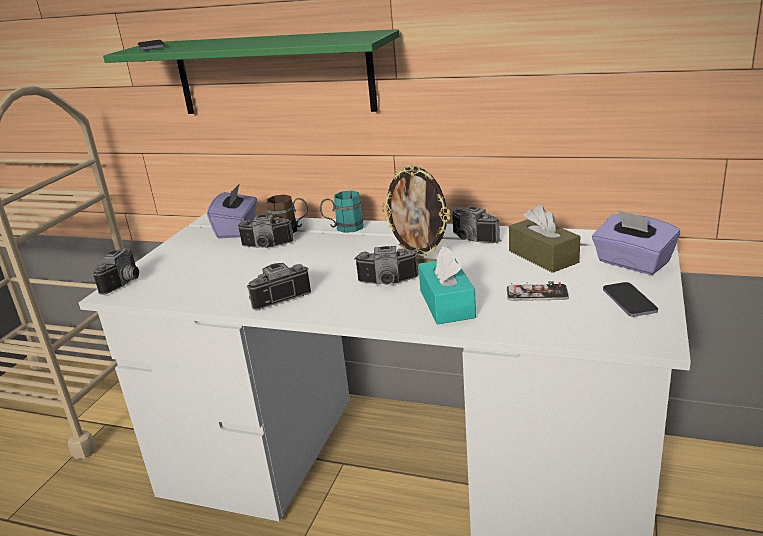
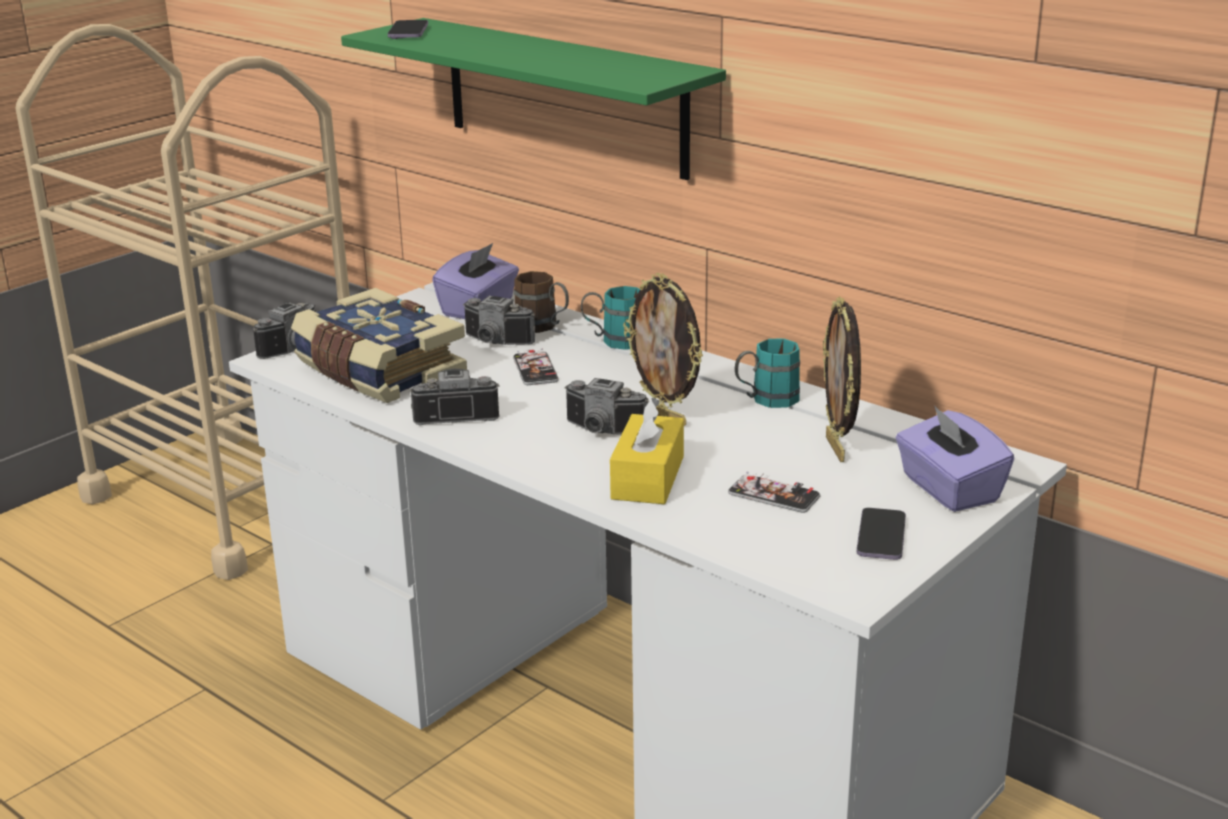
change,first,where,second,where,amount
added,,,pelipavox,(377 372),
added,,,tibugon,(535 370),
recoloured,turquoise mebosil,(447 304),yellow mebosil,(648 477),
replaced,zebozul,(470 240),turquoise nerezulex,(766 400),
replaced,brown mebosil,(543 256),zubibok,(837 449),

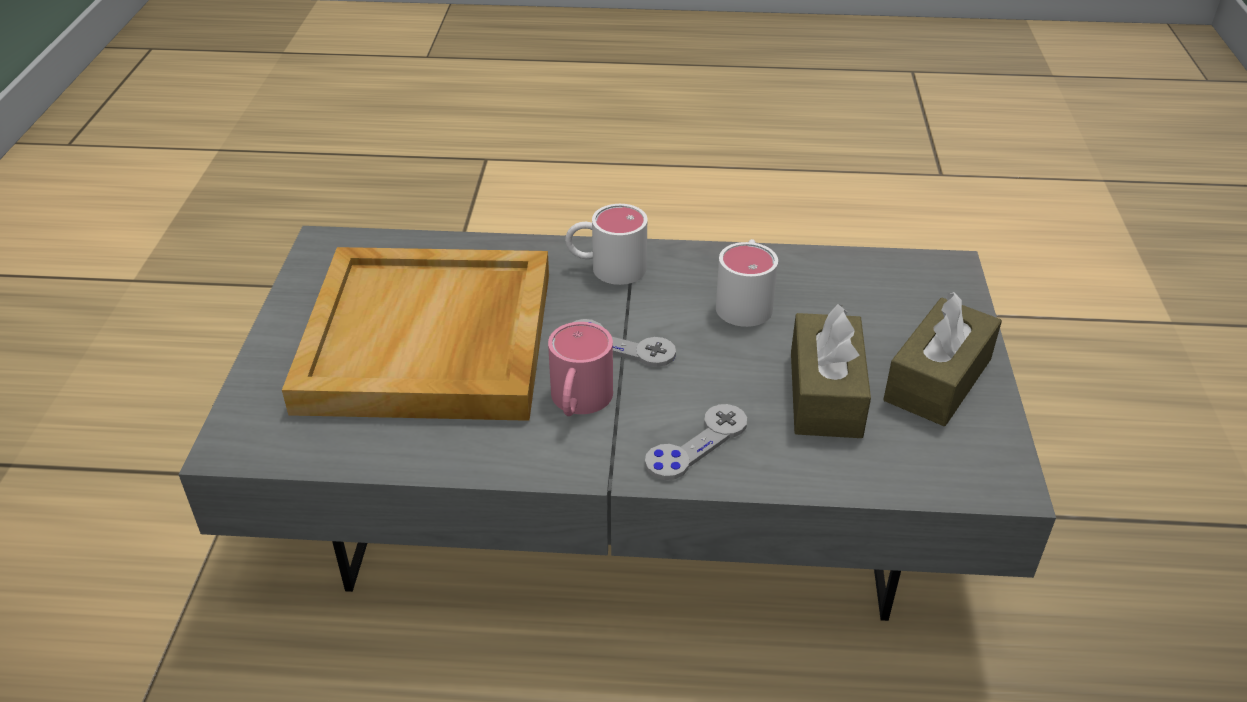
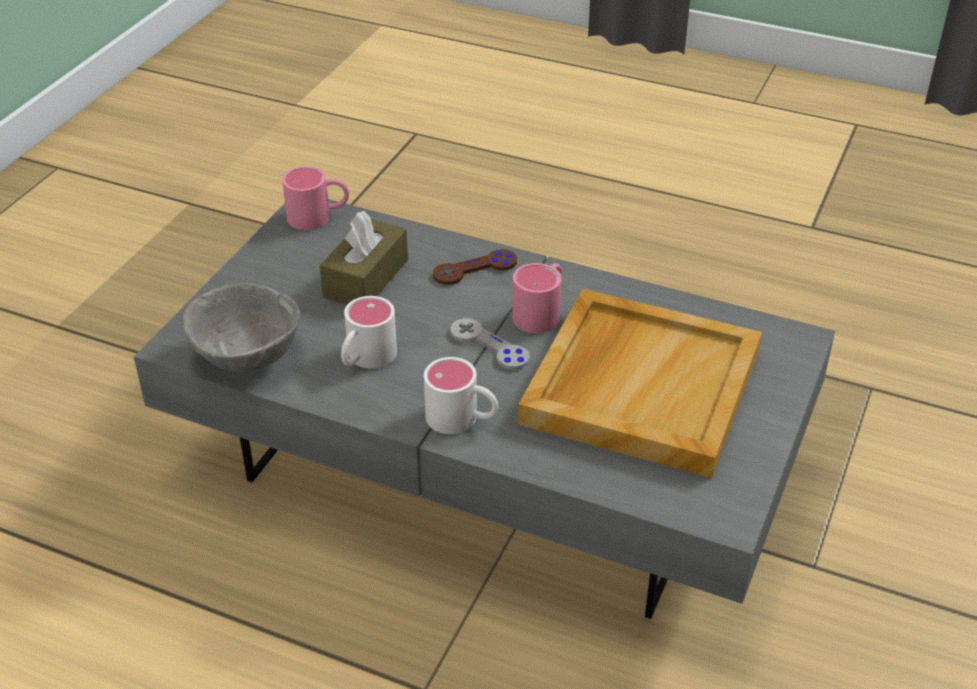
change,first,where,second,where,amount
added,,,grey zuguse,(245 356),
added,,,pink nerezulex,(319 216),
recoloured,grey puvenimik,(696 444),brown puvenimik,(475 269),
removed,brown mebosil,(938 380),,,

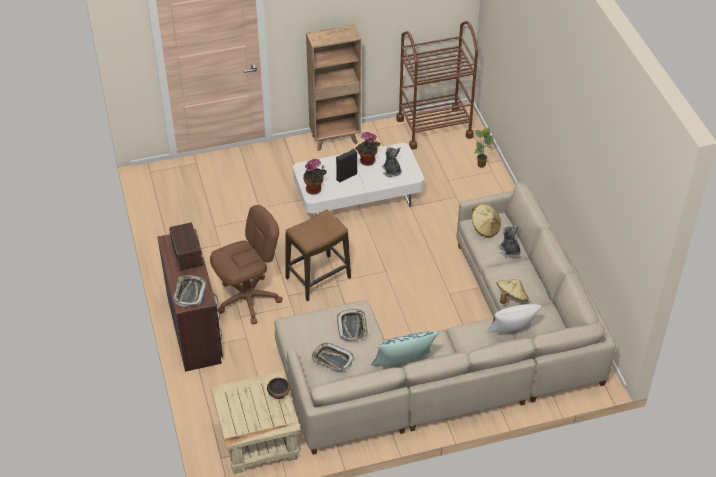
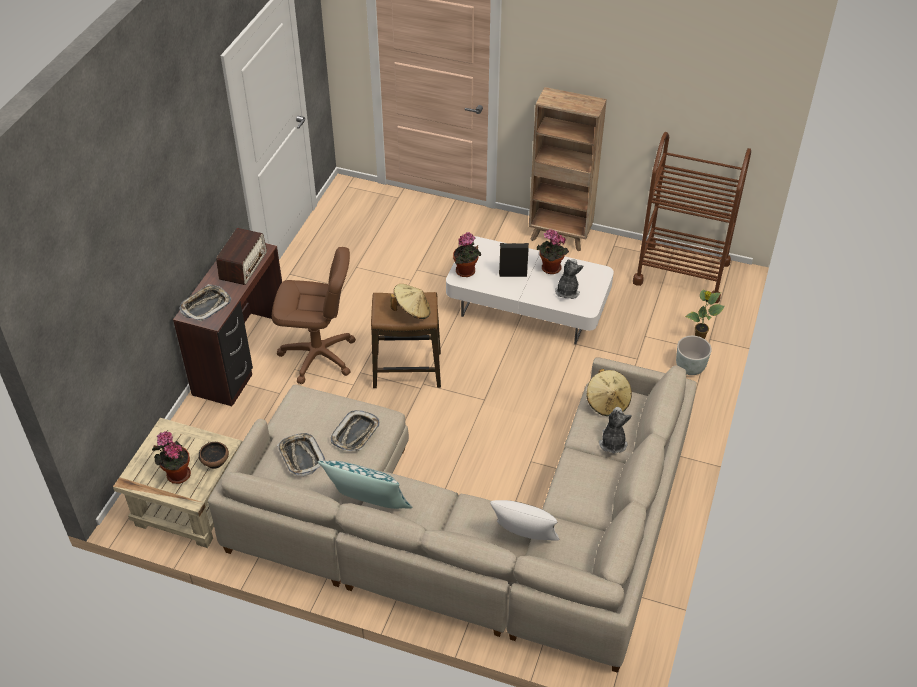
change,first,where,second,where,amount
added,,,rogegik,(176 474),
moved,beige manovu,(511 298),,(412 311),
added,,,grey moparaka,(690 368),

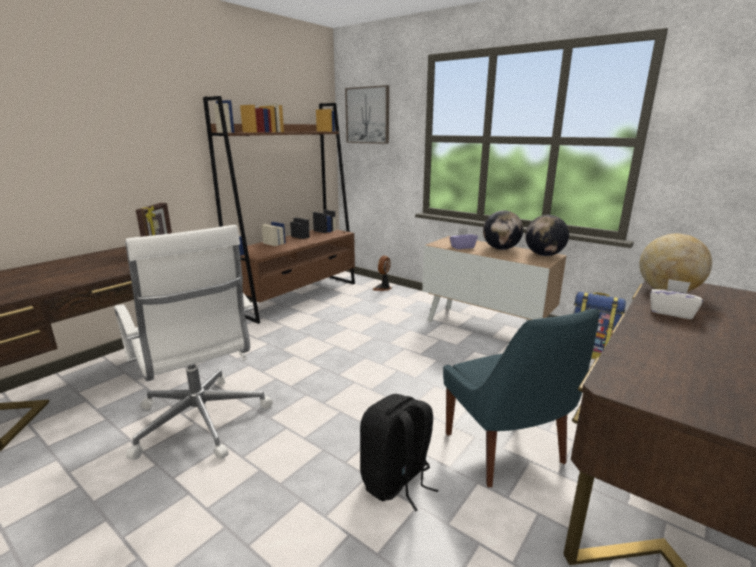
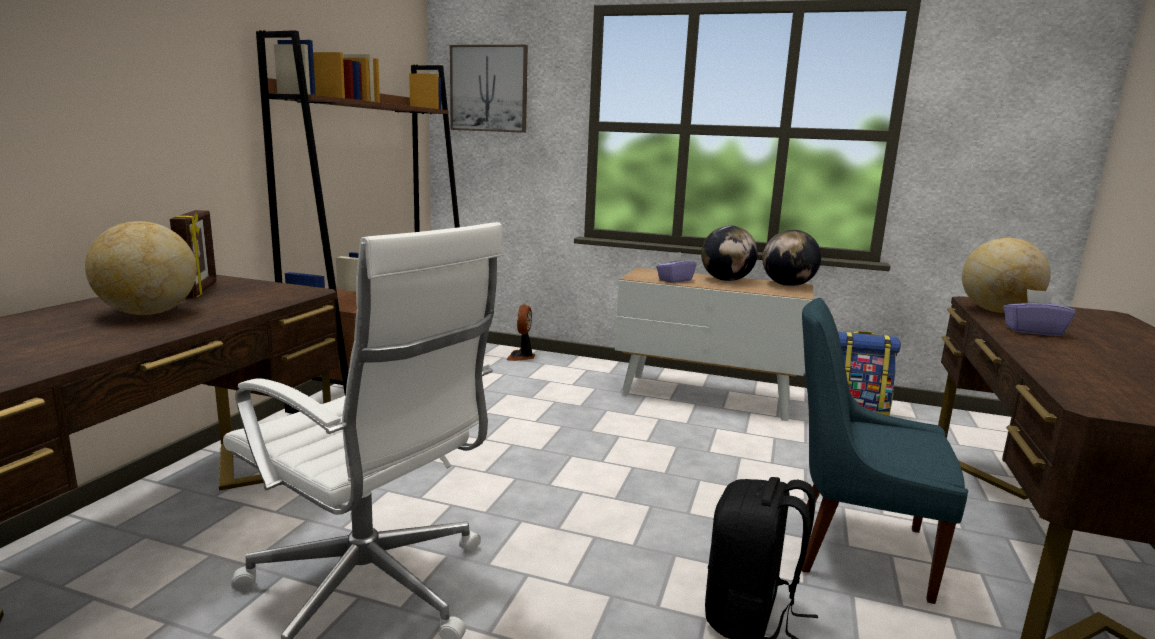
change,first,where,second,where,amount
added,,,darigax,(148 313),
turned,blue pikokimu,(506 451),,(855 548),150 degrees clockwise
recoloured,white mebosil,(671 312),purple mebosil,(1033 331),

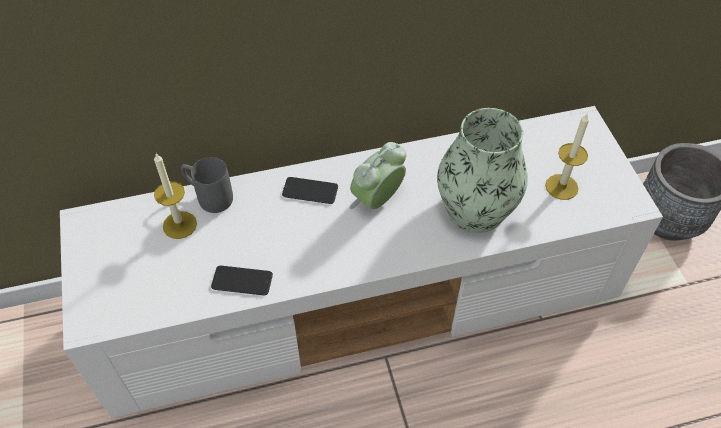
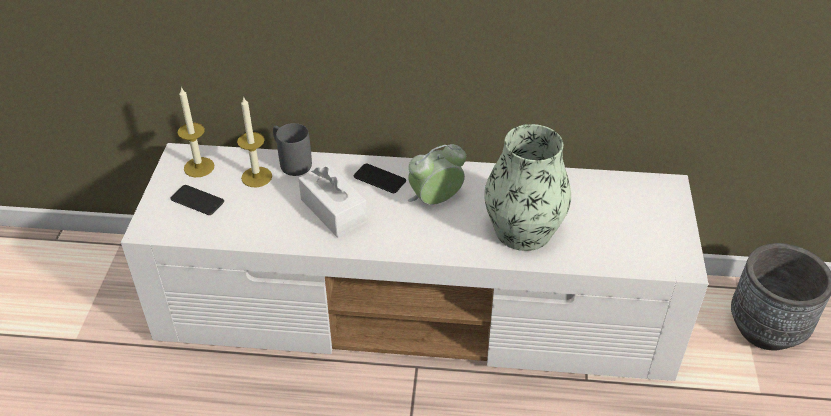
change,first,where,second,where,amount
moved,tibugon,(242 281),,(197 201),
moved,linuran,(561 187),,(199 167),
added,,,white mebosil,(333 210),

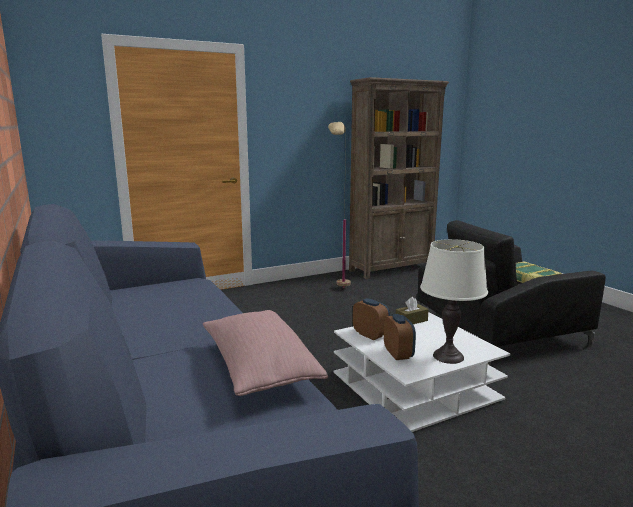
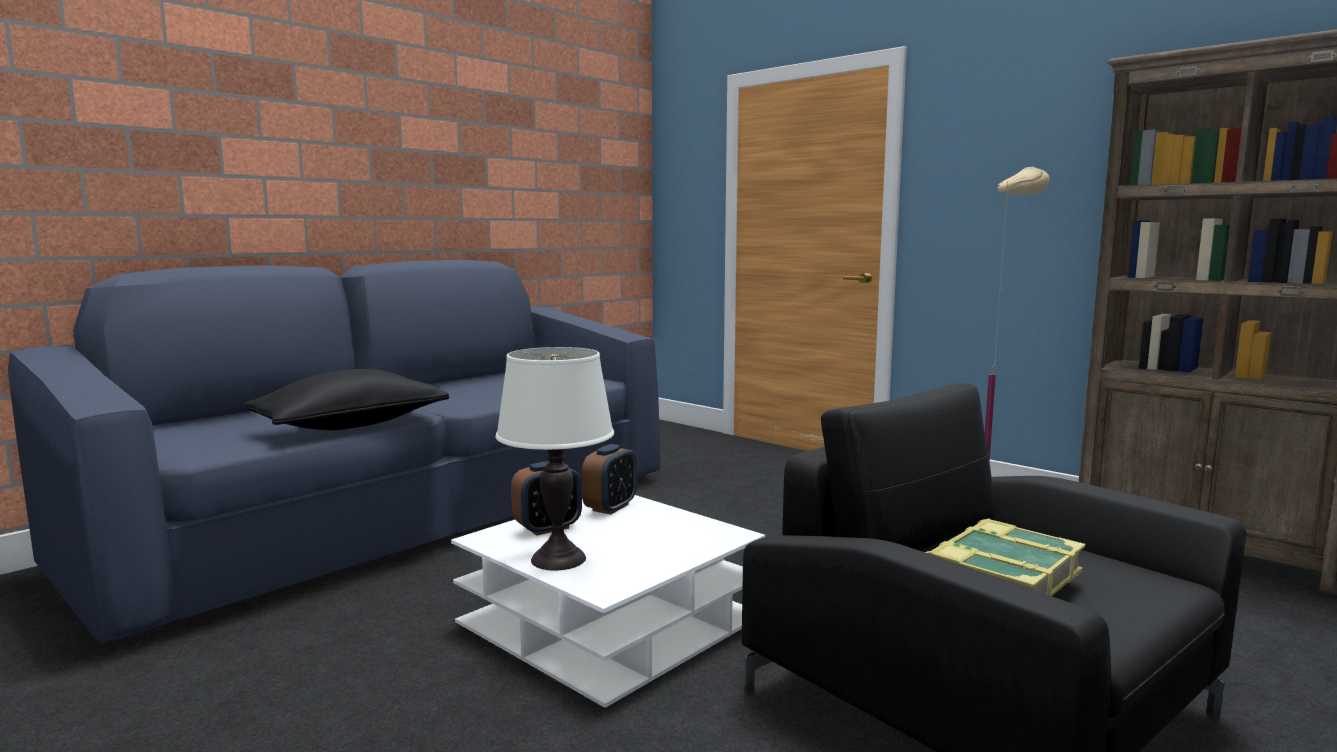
change,first,where,second,where,amount
recoloured,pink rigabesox,(259 368),black rigabesox,(351 425),
removed,brown mebosil,(411 321),,,

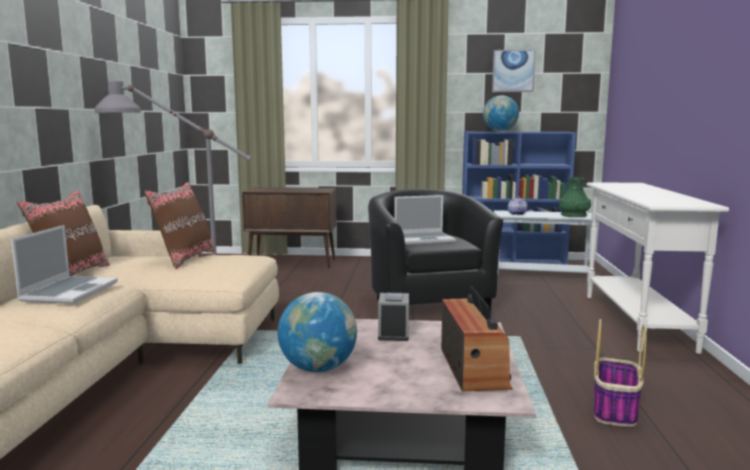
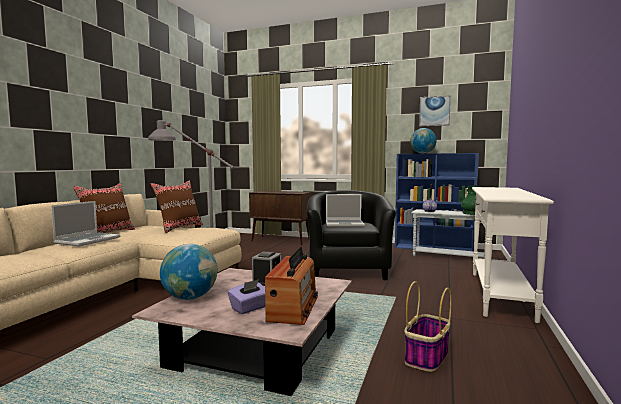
change,first,where,second,where,amount
added,,,purple mebosil,(250 308),

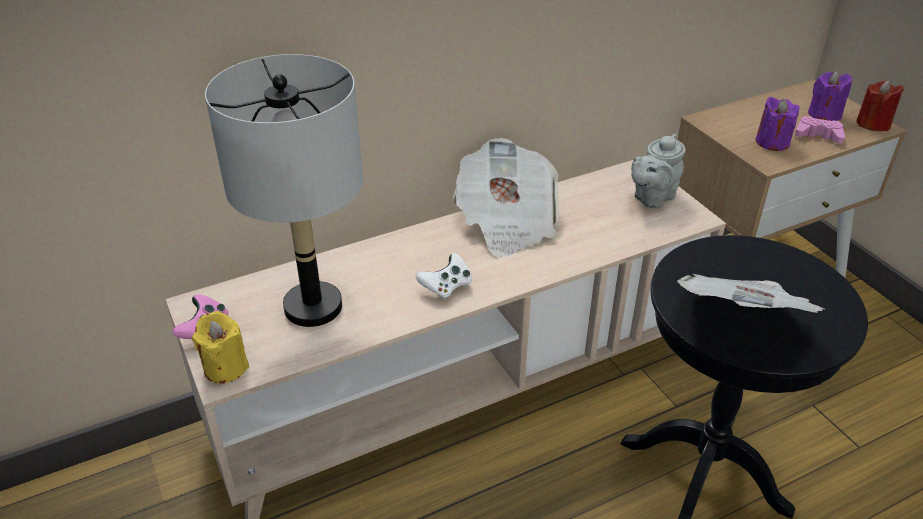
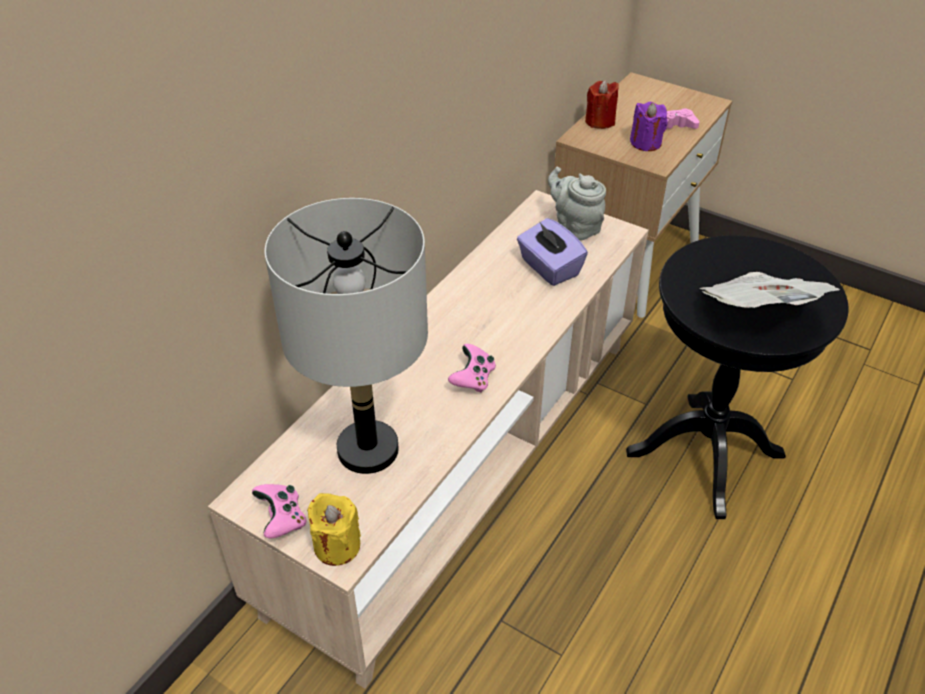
change,first,where,second,where,amount
recoloured,white puvenimik,(446 287),pink puvenimik,(473 379),
added,,,purple mebosil,(549 268),
turned,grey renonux,(652 198),,(575 227),120 degrees clockwise
moved,red linuran,(873 124),,(600 121),
removed,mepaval,(506 222),,,
removed,purple linuran,(824 114),,,

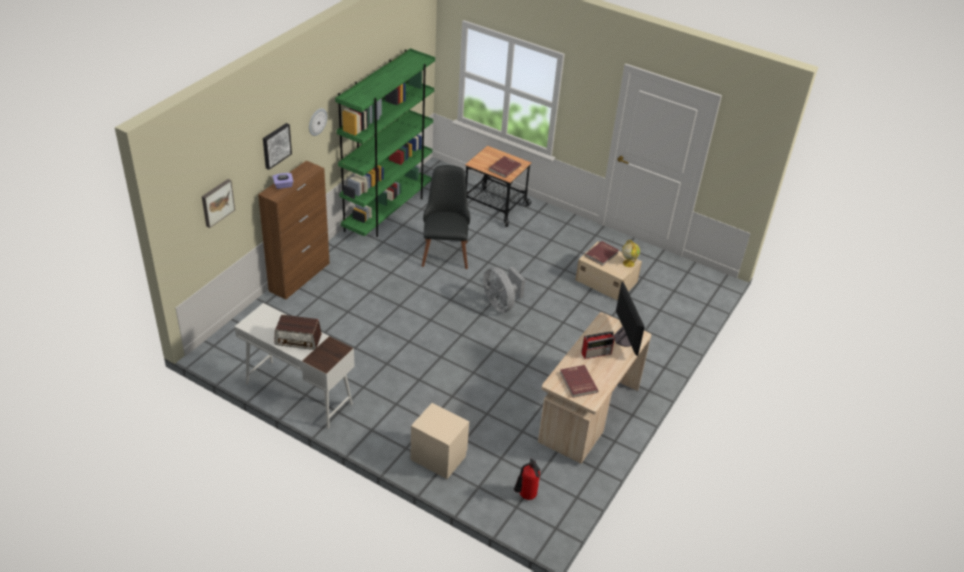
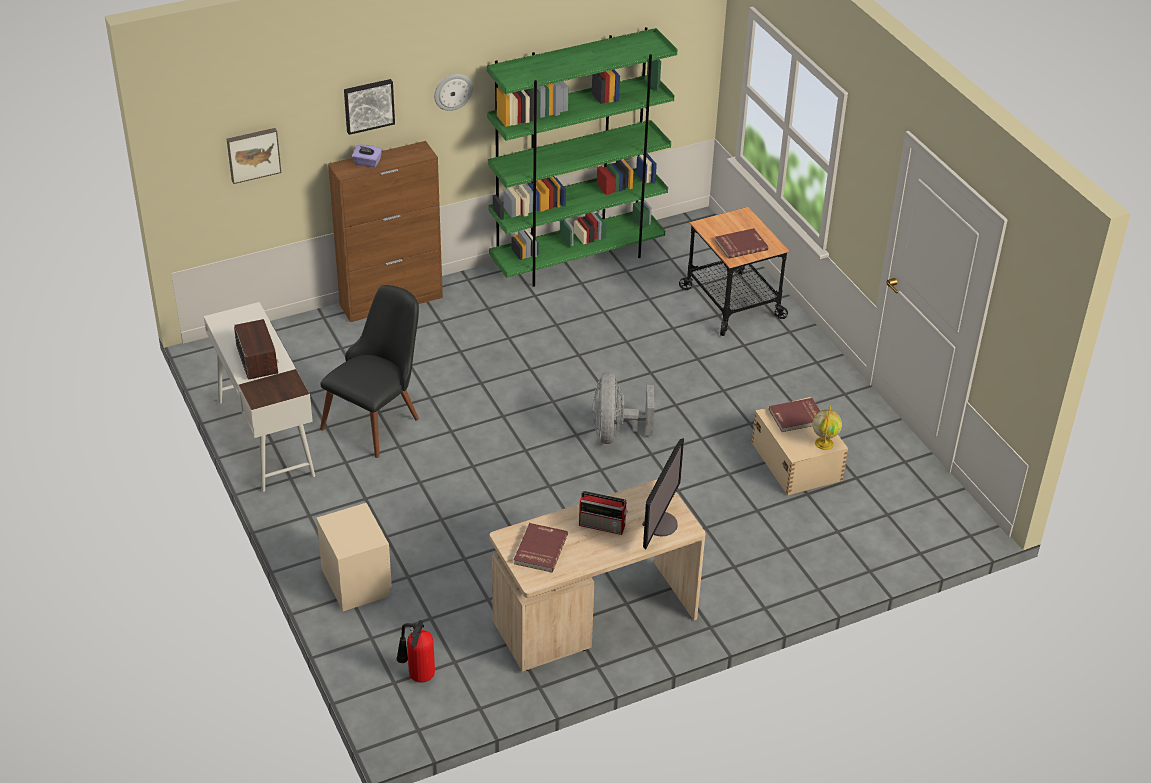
change,first,where,second,where,amount
turned,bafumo,(298 340),,(257 359),150 degrees counterclockwise
moved,black pikokimu,(445 249),,(378 417),

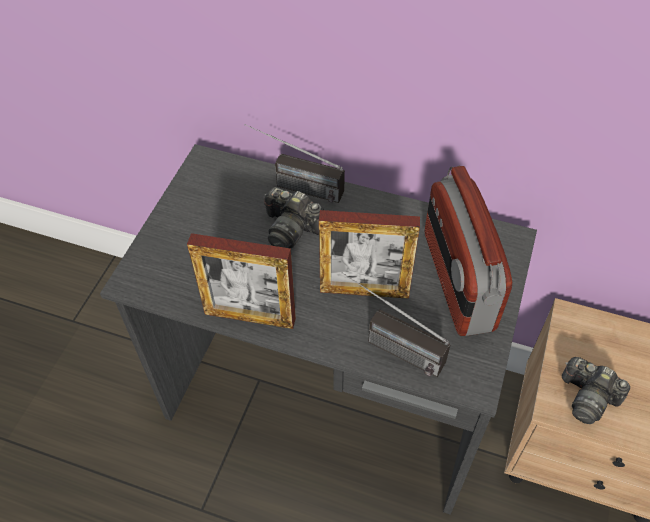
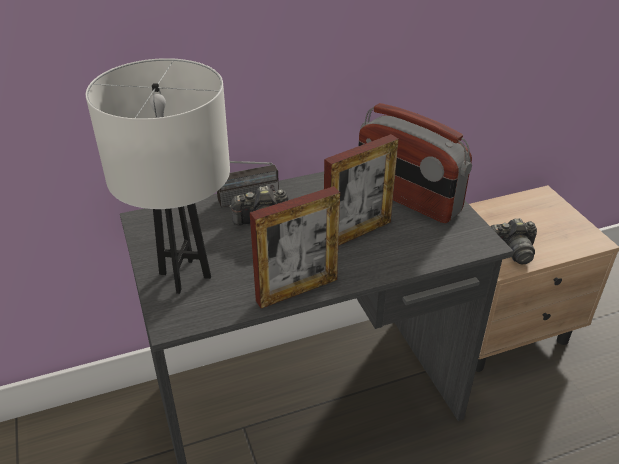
change,first,where,second,where,amount
added,,,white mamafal,(184 275),
removed,bafumo,(386 344),,,

